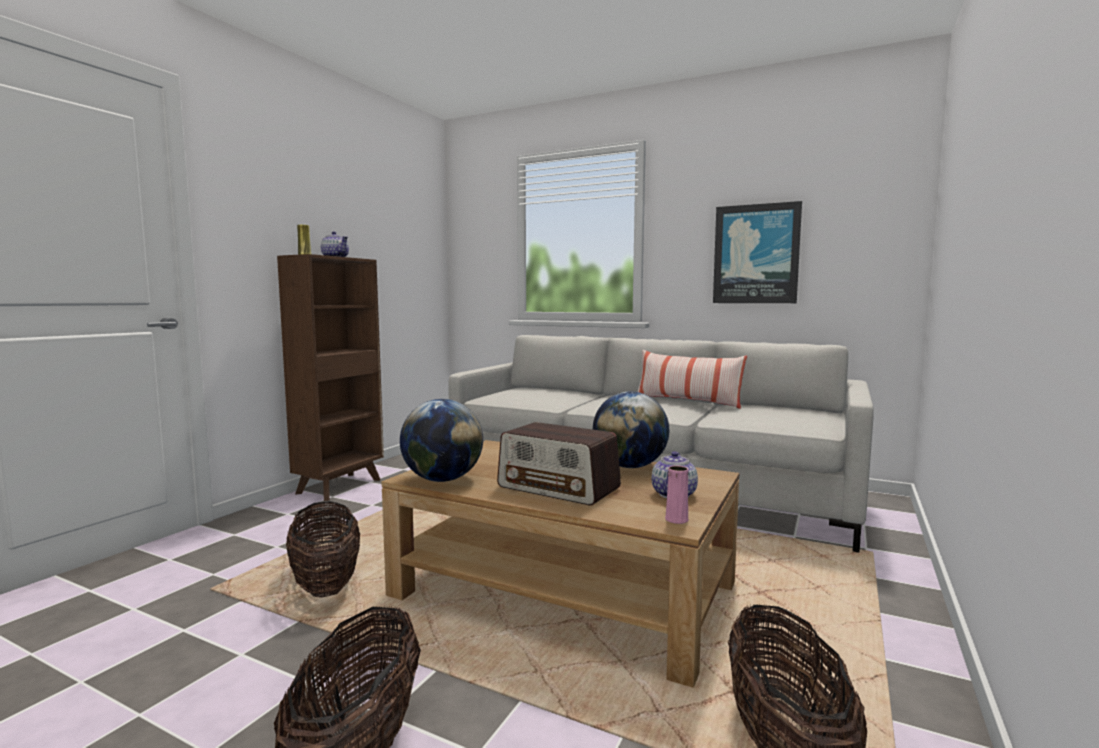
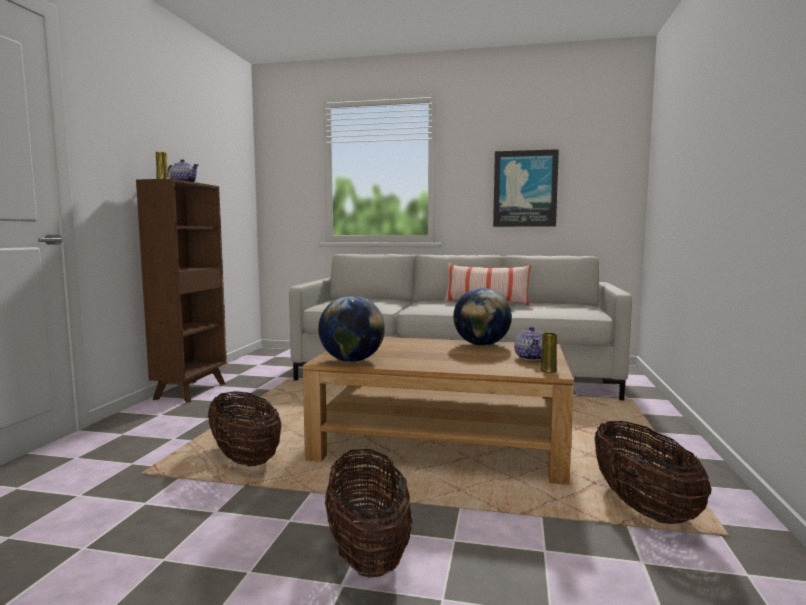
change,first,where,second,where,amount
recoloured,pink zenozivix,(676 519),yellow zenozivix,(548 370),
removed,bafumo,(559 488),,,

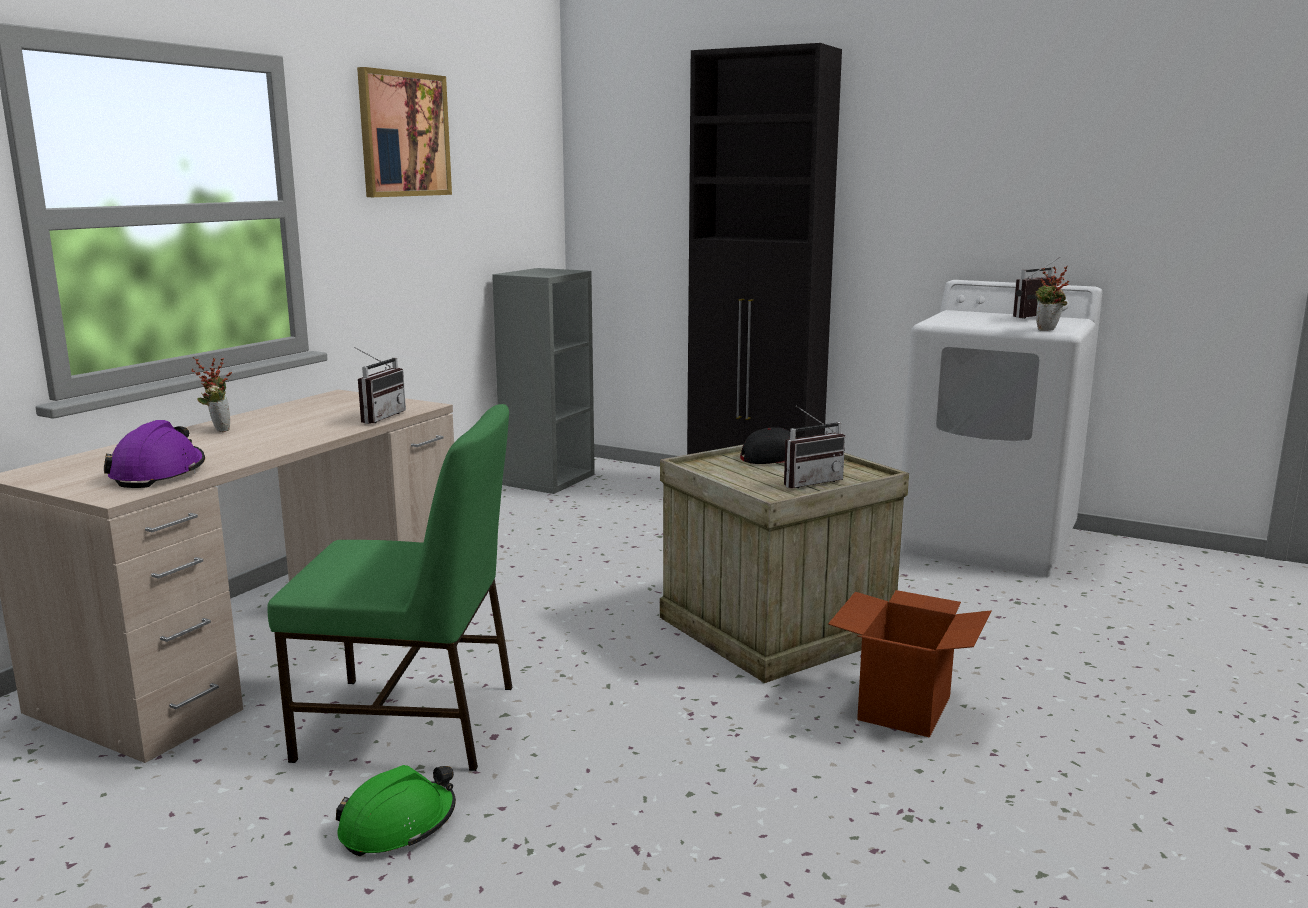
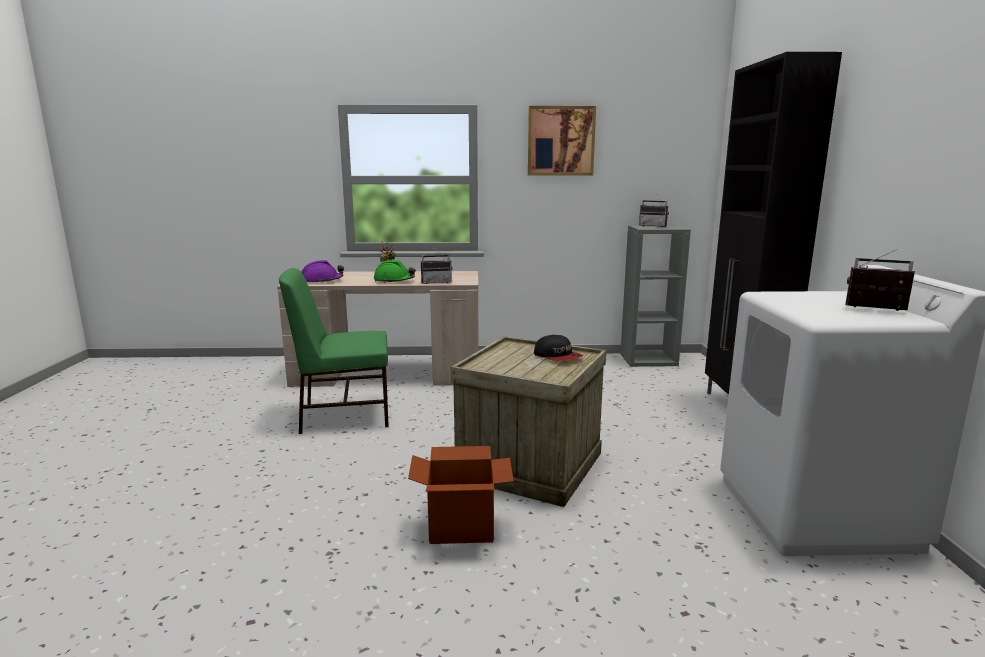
change,first,where,second,where,amount
turned,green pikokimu,(412 723),,(344 414),105 degrees clockwise
moved,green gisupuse,(398 826),,(394 281),
moved,bafumo,(809 481),,(654 226),
removed,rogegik,(1048 330),,,

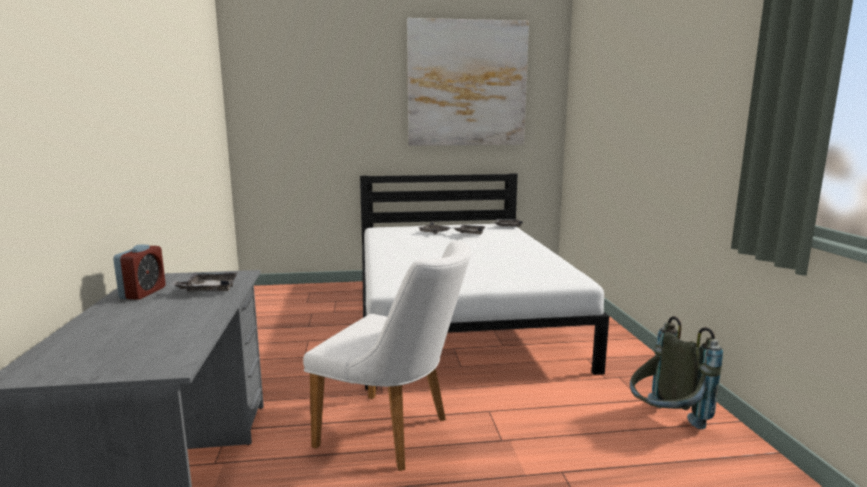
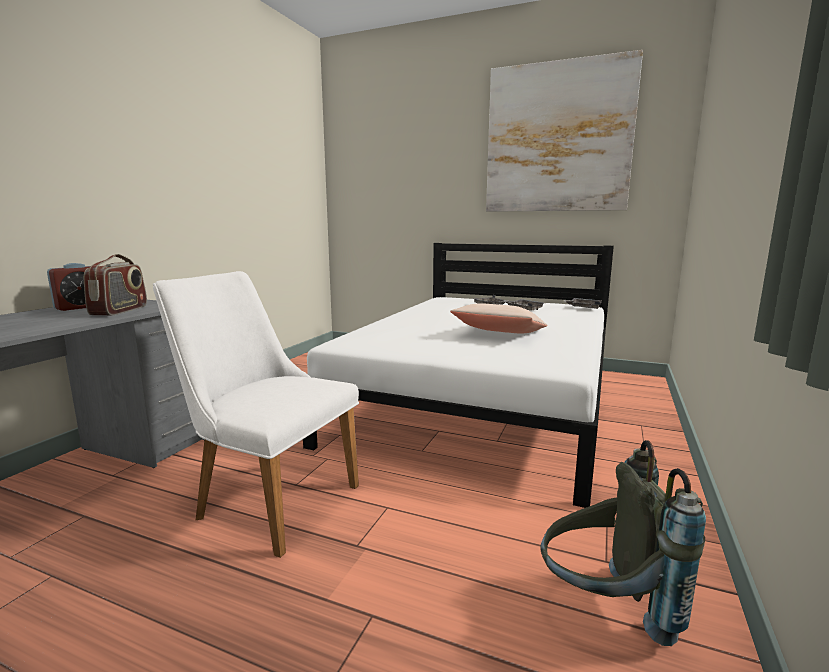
change,first,where,second,where,amount
replaced,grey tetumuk,(208 289),bafumo,(120 311),
turned,white pikokimu,(394 434),,(267 499),150 degrees clockwise
added,,,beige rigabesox,(499 334),

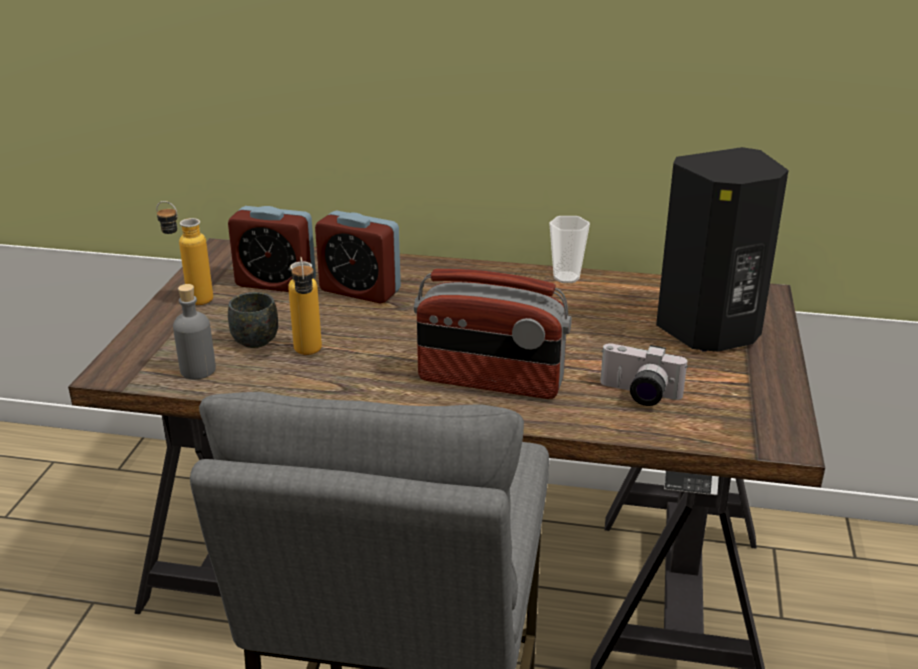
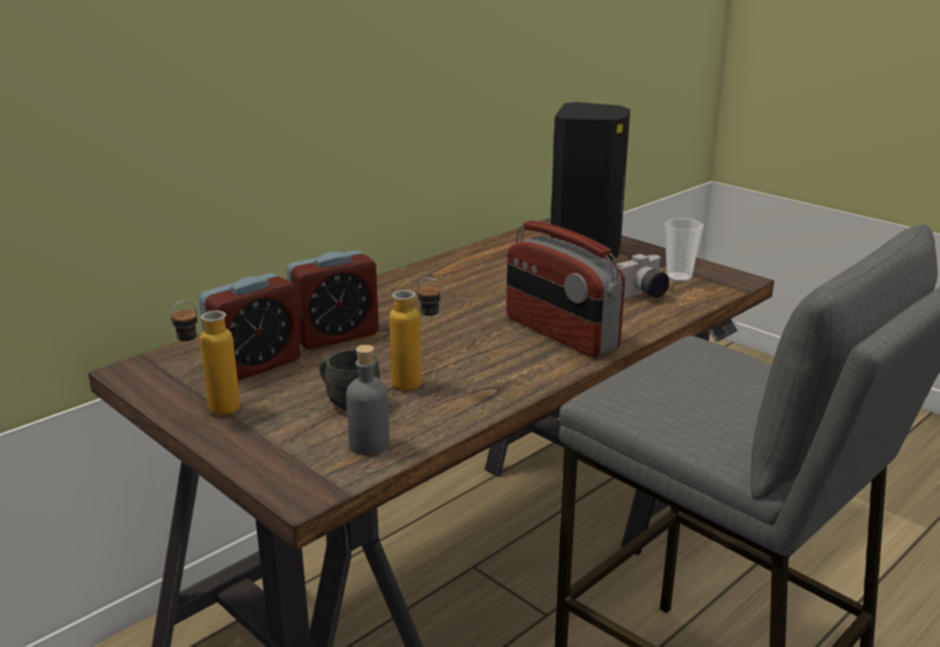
change,first,where,second,where,amount
turned,bafumo,(490 382),,(560 333),90 degrees clockwise
moved,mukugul,(566 277),,(679 277),

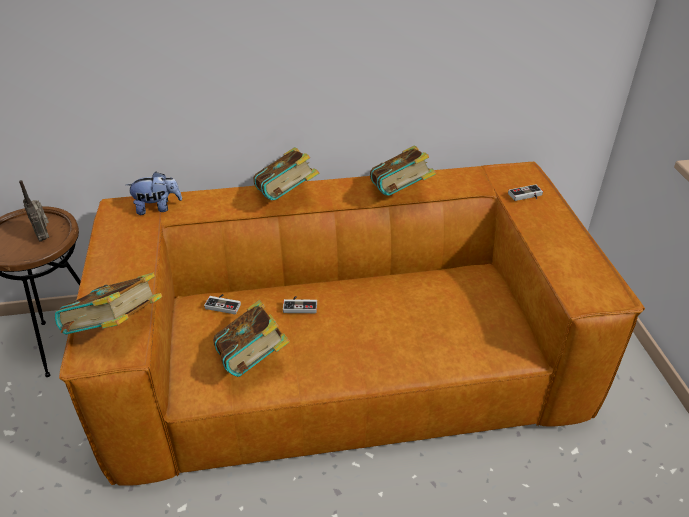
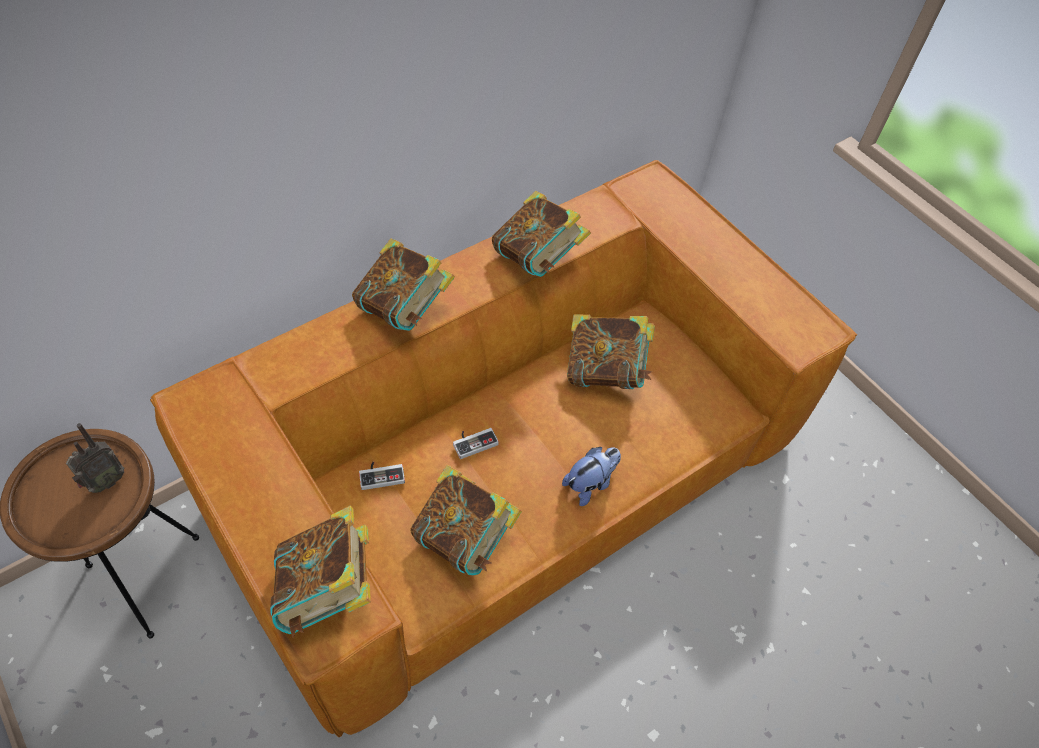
change,first,where,second,where,amount
turned,bafumo,(44 236),,(105 482),75 degrees counterclockwise
moved,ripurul,(157 208),,(590 484),
added,,,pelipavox,(606 371),
removed,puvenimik,(526 196),,,

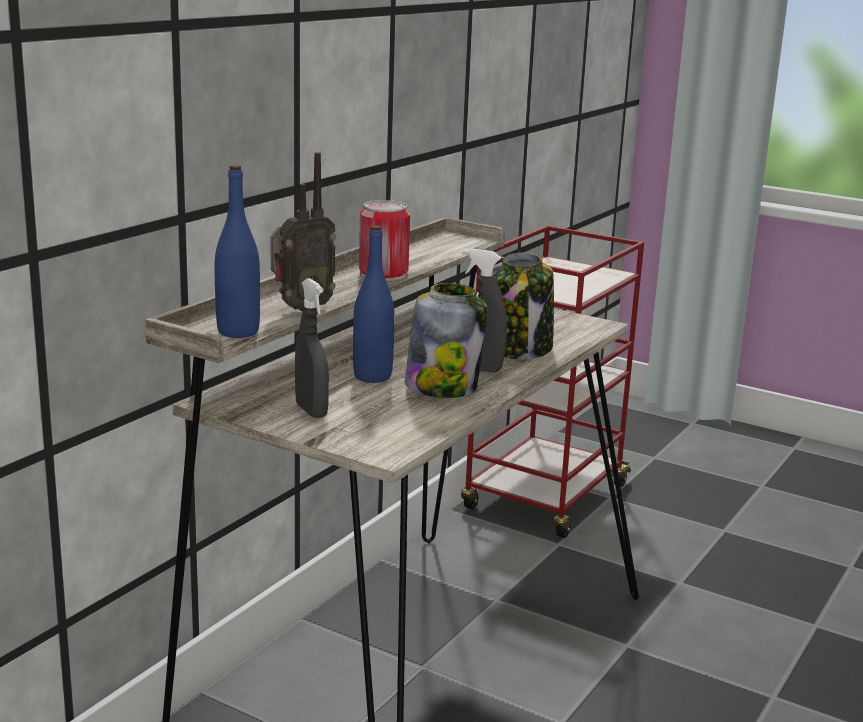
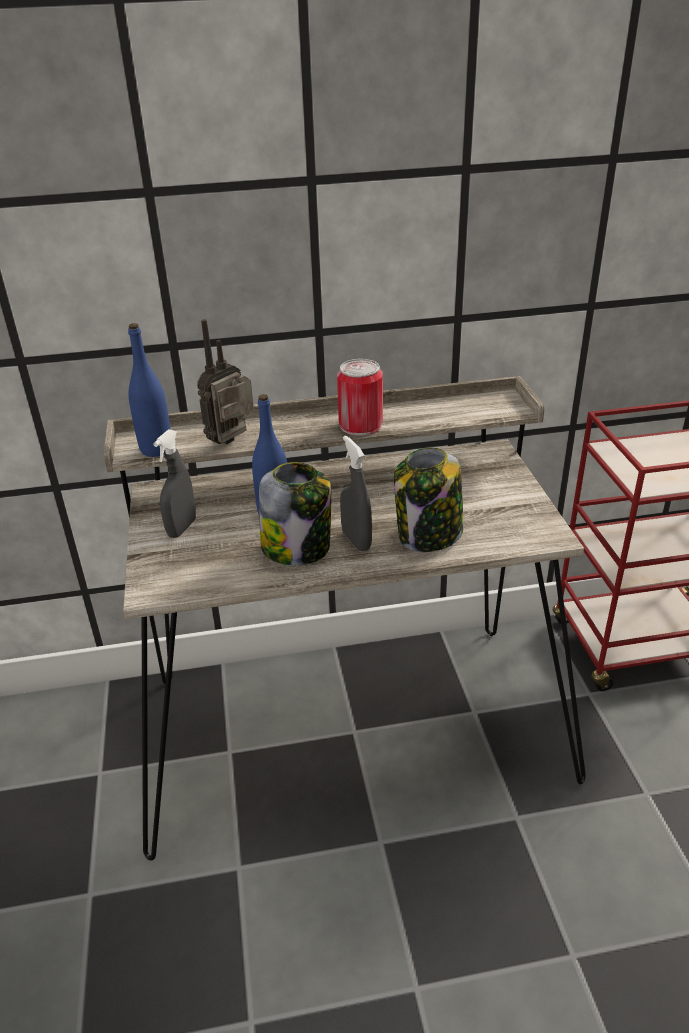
change,first,where,second,where,amount
turned,bafumo,(300 309),,(233 442),120 degrees clockwise

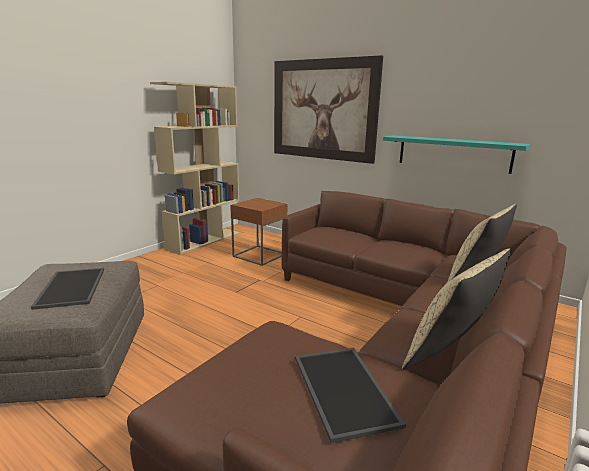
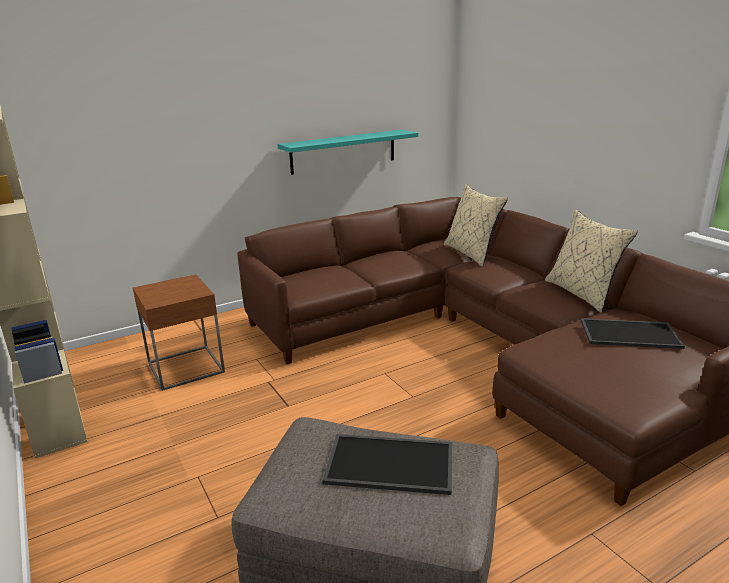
change,first,where,second,where,amount
removed,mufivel,(323 110),,,

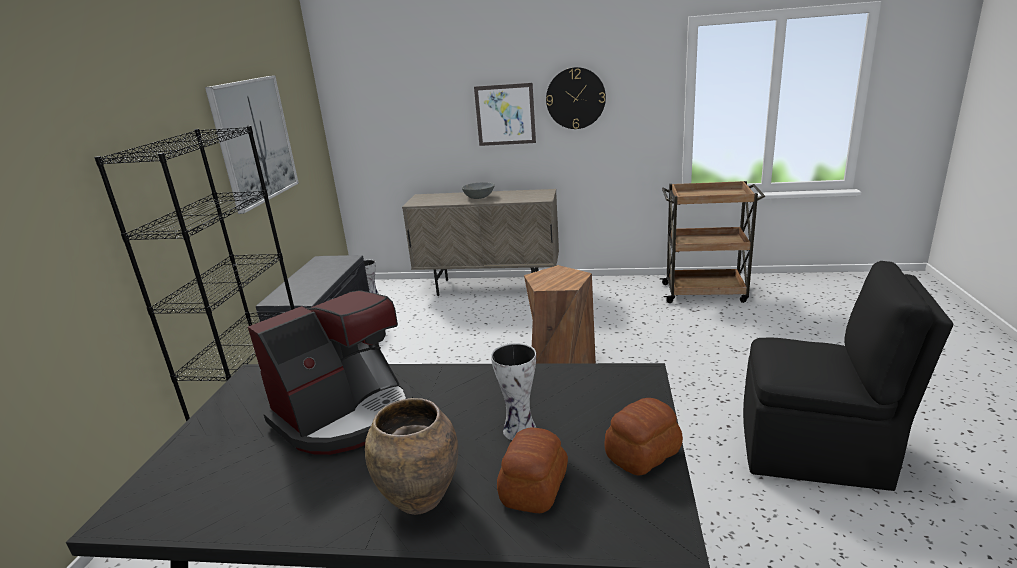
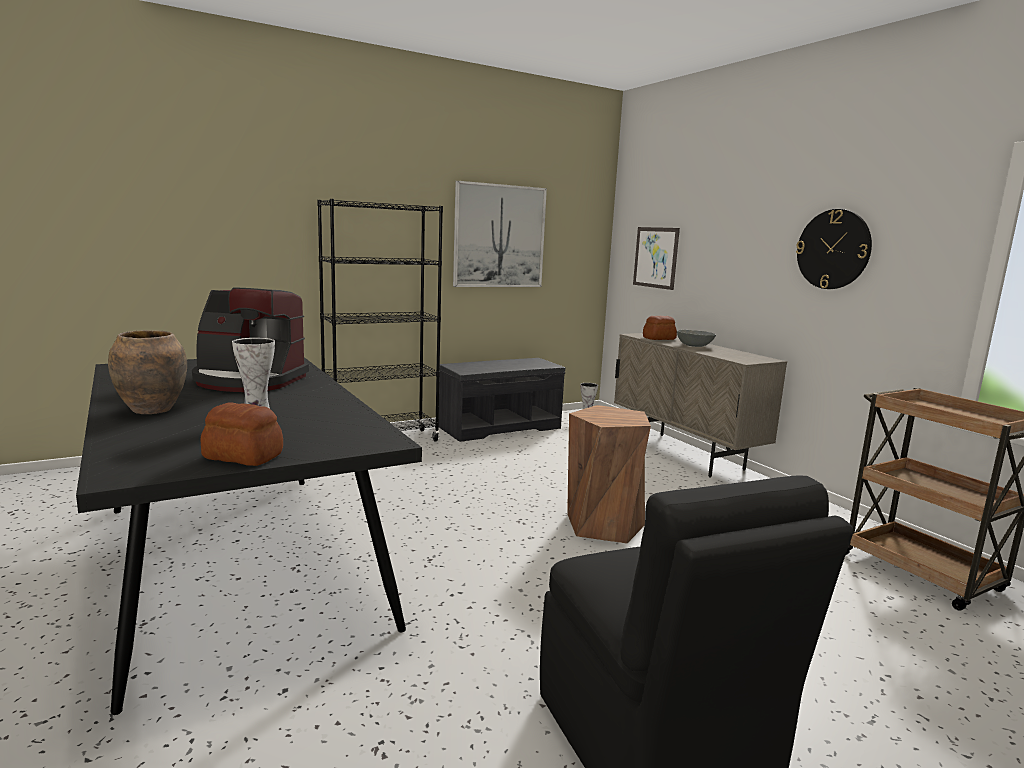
change,first,where,second,where,amount
moved,mufivel,(505 114),,(655 257),
moved,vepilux,(532 488),,(658 338),

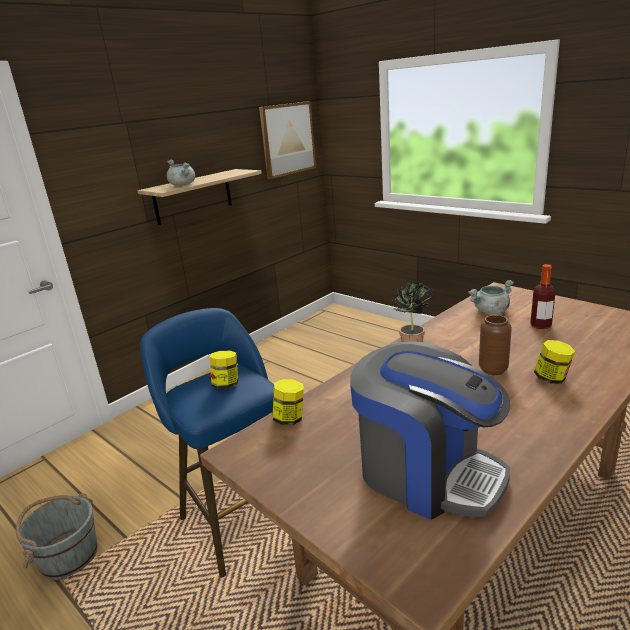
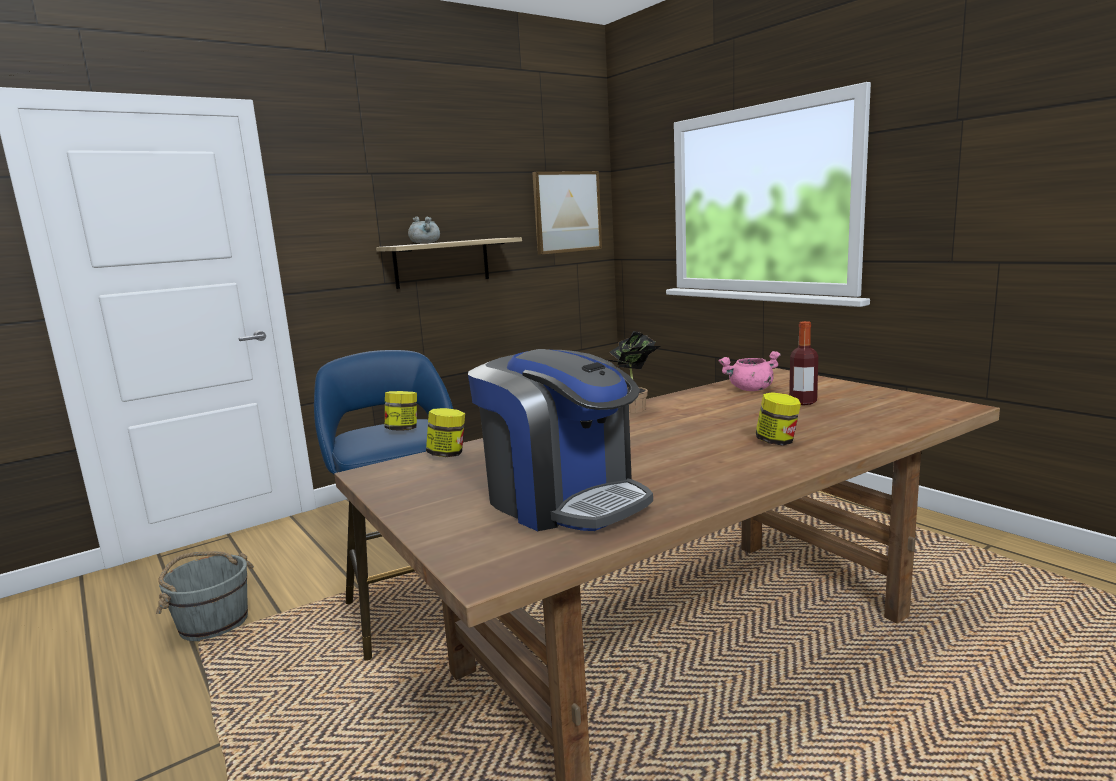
change,first,where,second,where,amount
recoloured,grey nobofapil,(490 311),pink nobofapil,(750 389),
removed,brown zenozivix,(493 370),,,

